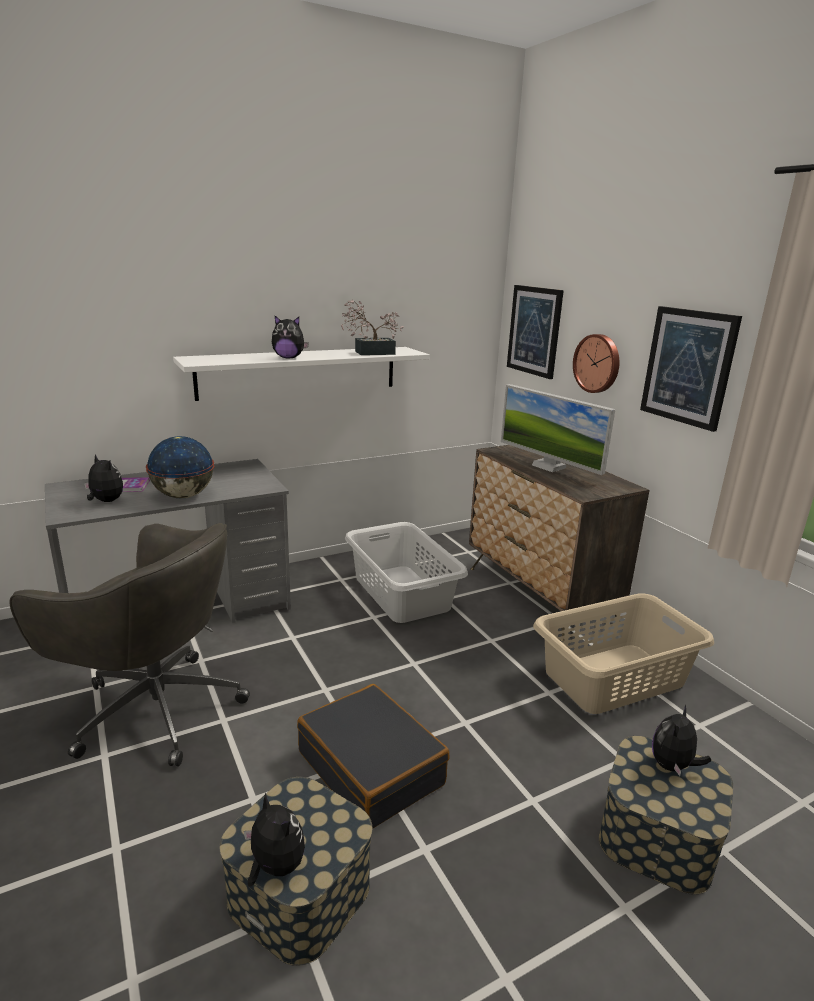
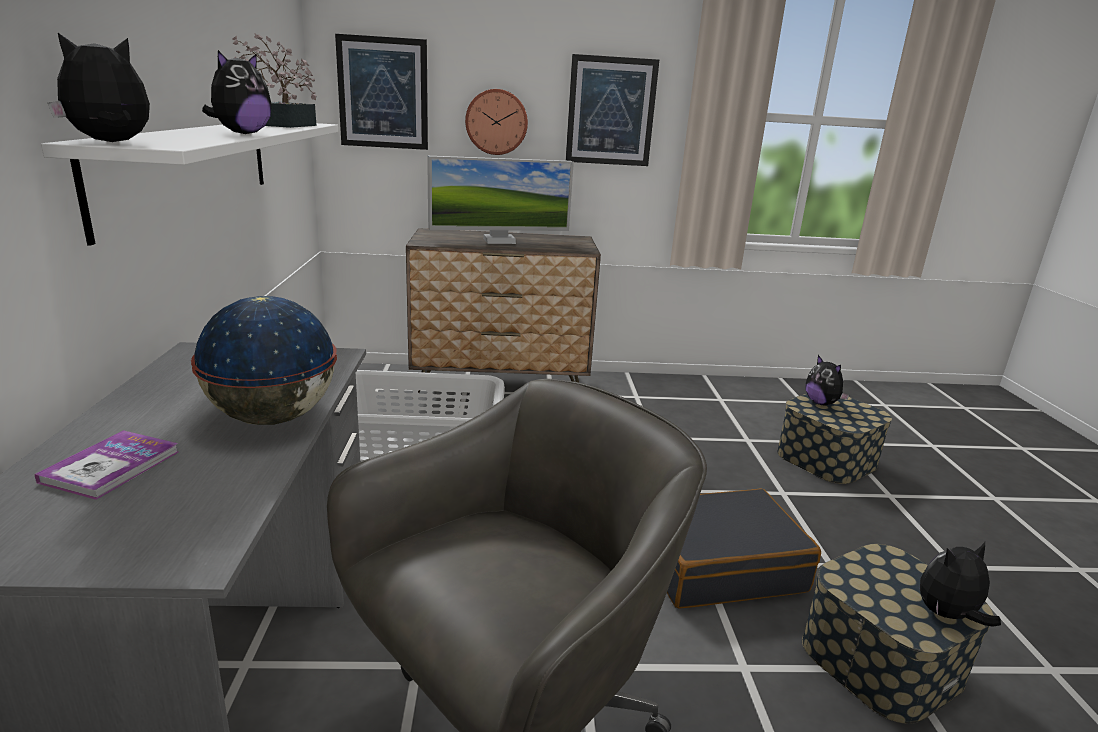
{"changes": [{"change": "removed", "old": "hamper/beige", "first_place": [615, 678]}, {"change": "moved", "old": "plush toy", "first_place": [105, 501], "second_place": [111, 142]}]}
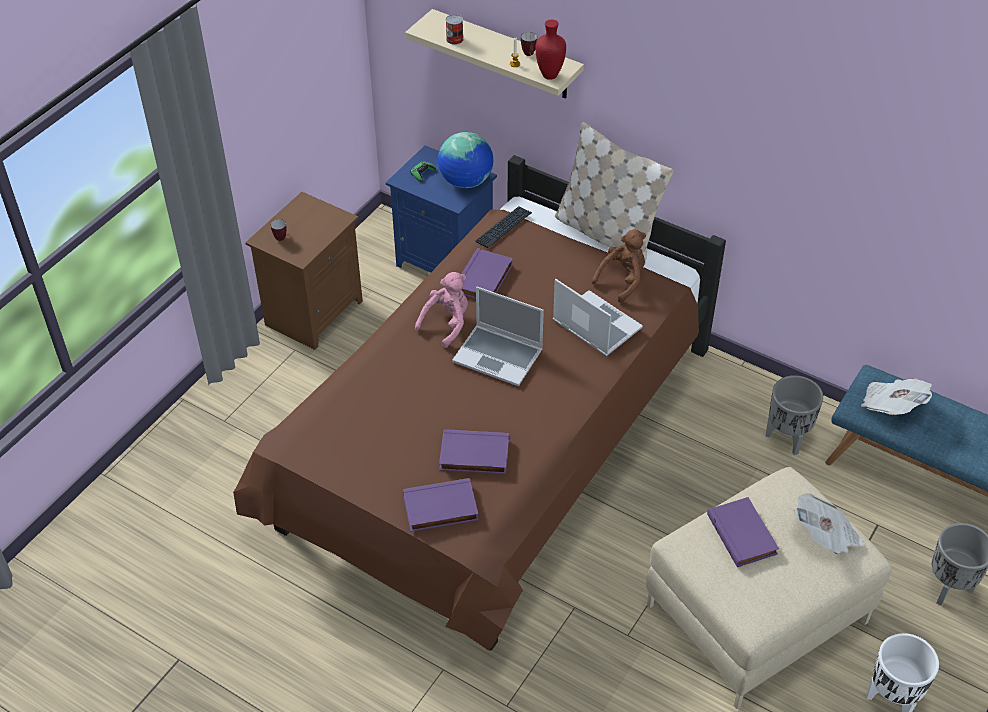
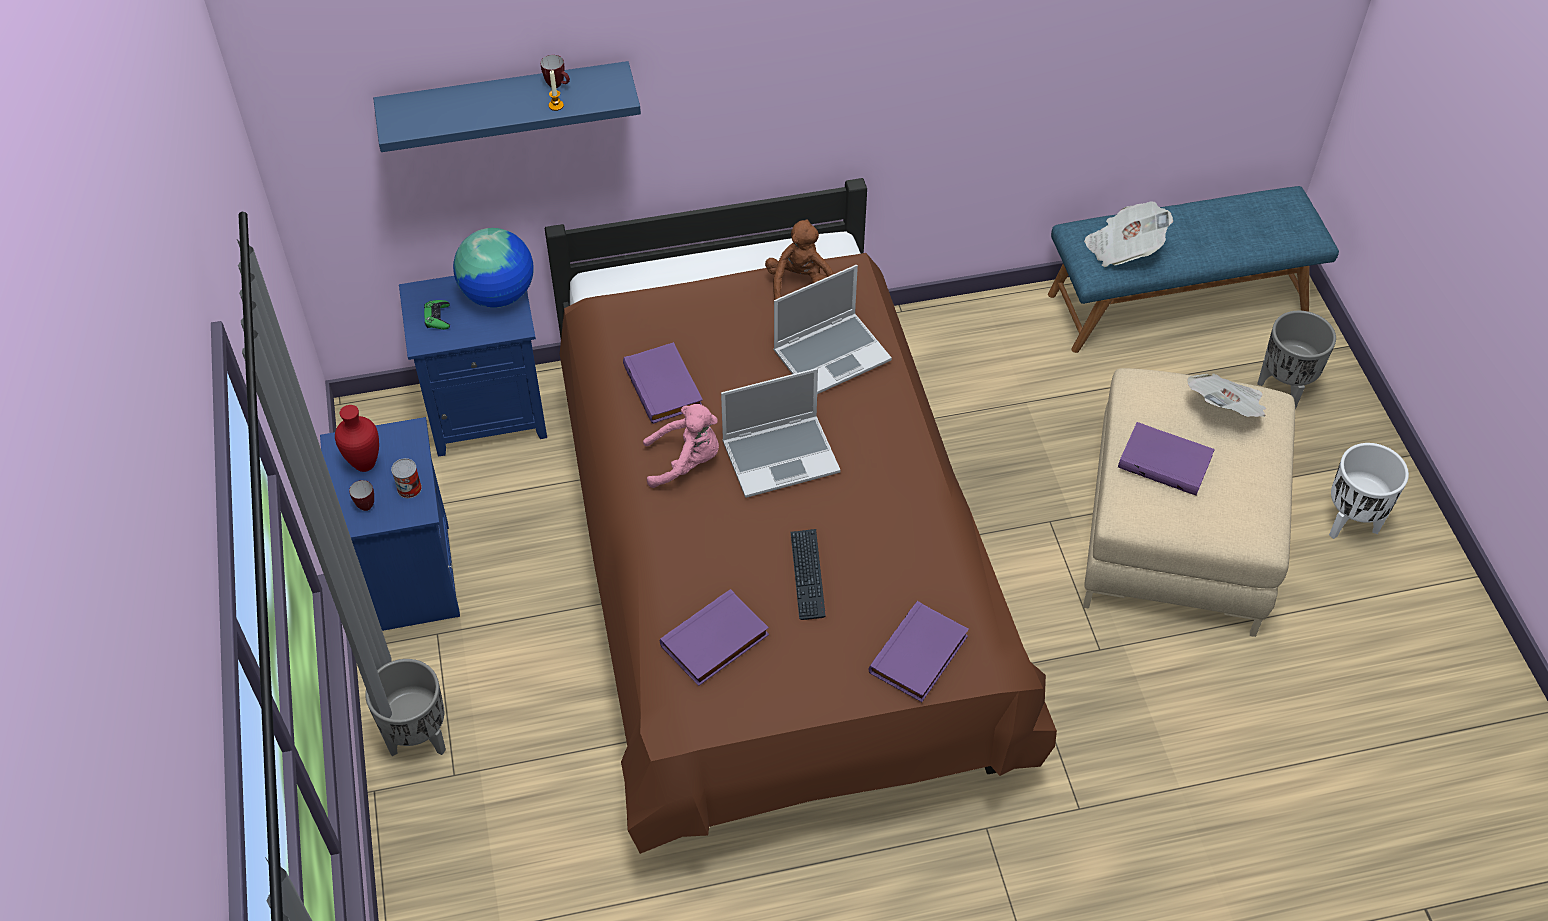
{"changes": [{"change": "removed", "old": "throw pillow/beige", "first_place": [607, 234]}, {"change": "moved", "old": "volume/purple-coloured", "first_place": [473, 456], "second_place": [715, 642]}, {"change": "moved", "old": "can", "first_place": [454, 39], "second_place": [409, 488]}, {"change": "moved", "old": "computer keyboard", "first_place": [503, 228], "second_place": [807, 575]}, {"change": "moved", "old": "decorative vase/reddish", "first_place": [550, 76], "second_place": [366, 465]}, {"change": "moved", "old": "planter/gray", "first_place": [787, 438], "second_place": [419, 738]}, {"change": "recoloured", "old": "nightstand/brownish", "new": "nightstand/bluish", "first_place": [313, 311], "second_place": [405, 575]}, {"change": "recoloured", "old": "wall shelf/beige", "new": "wall shelf/bluish", "first_place": [506, 55], "second_place": [506, 105]}, {"change": "turned", "old": "plush toy/pink", "first_place": [447, 323], "second_place": [686, 462], "degrees": 90}, {"change": "turned", "old": "laptop", "first_place": [595, 325], "second_place": [832, 355], "degrees": 150}]}
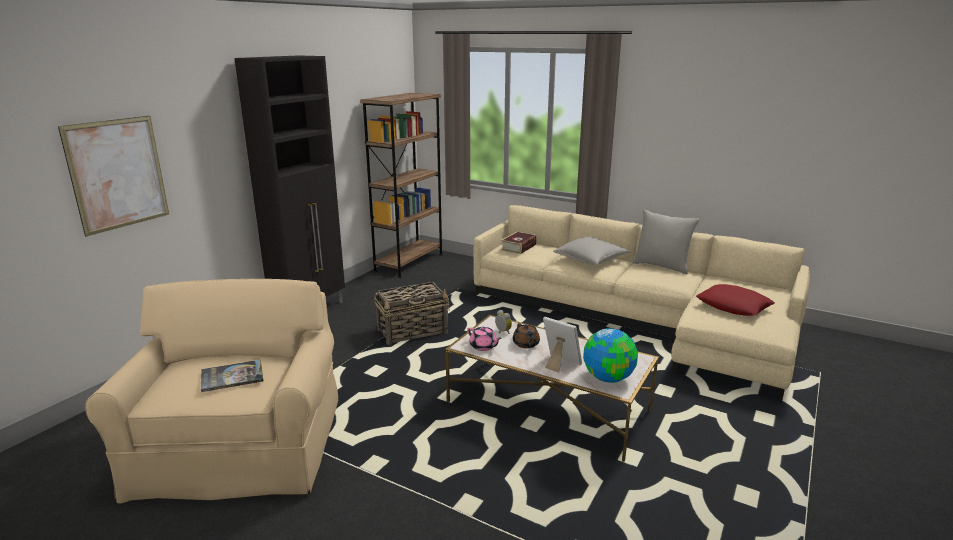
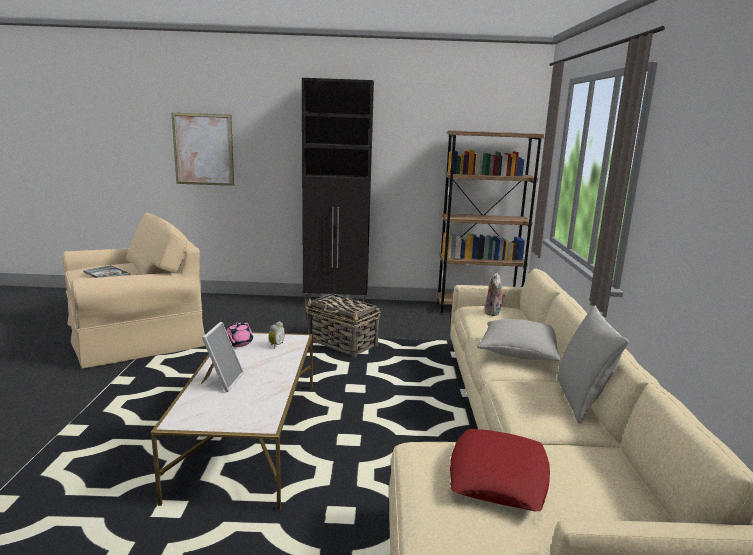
{"changes": [{"change": "removed", "old": "tea pot/brownish", "first_place": [526, 344]}, {"change": "removed", "old": "world globe", "first_place": [608, 377]}, {"change": "replaced", "old": "volume", "new": "plush toy", "first_place": [519, 247], "second_place": [493, 313]}]}
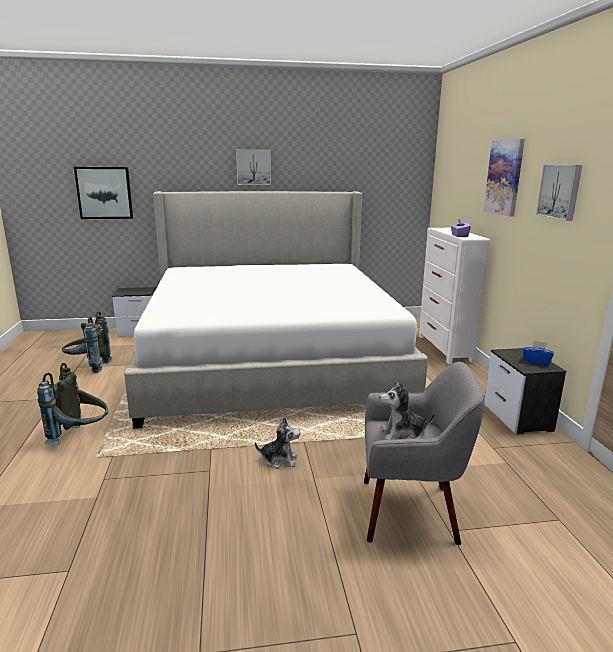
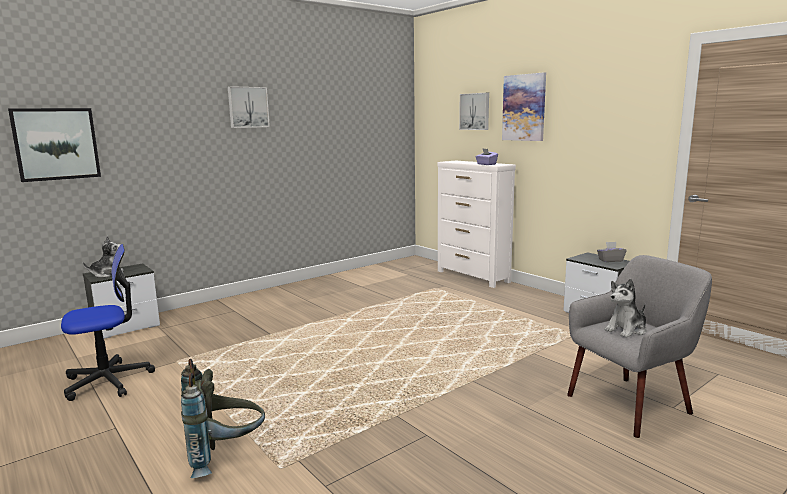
{"changes": [{"change": "removed", "old": "sleeping bed", "first_place": [270, 361]}, {"change": "moved", "old": "plush toy", "first_place": [279, 460], "second_place": [108, 274]}, {"change": "moved", "old": "wall picture", "first_place": [560, 191], "second_place": [475, 111]}, {"change": "replaced", "old": "rucksack/gray", "new": "office chair", "first_place": [88, 367], "second_place": [108, 381]}, {"change": "recoloured", "old": "tissue box/bluish", "new": "tissue box/gray", "first_place": [536, 362], "second_place": [610, 260]}]}
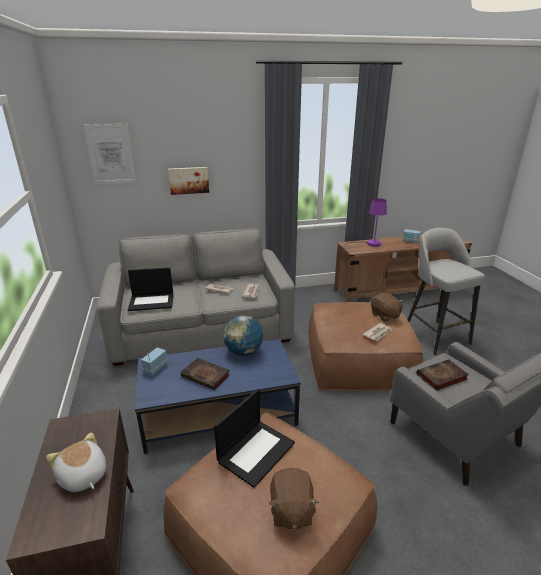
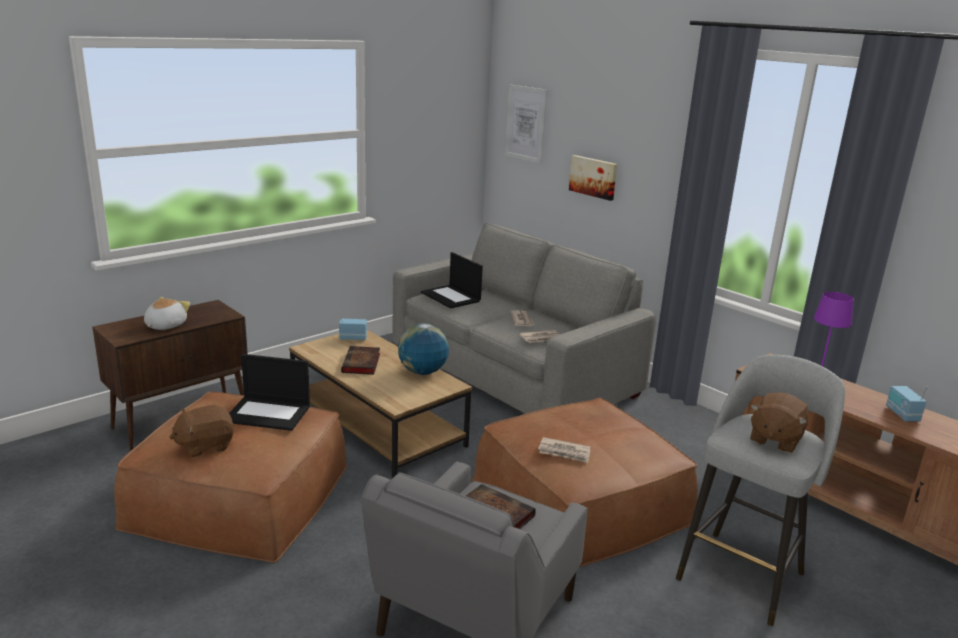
{"changes": [{"change": "moved", "old": "plush toy/brownish", "first_place": [385, 316], "second_place": [774, 439]}, {"change": "recoloured", "old": "coffee table/bluish", "new": "coffee table/brownish", "first_place": [219, 411], "second_place": [377, 424]}]}
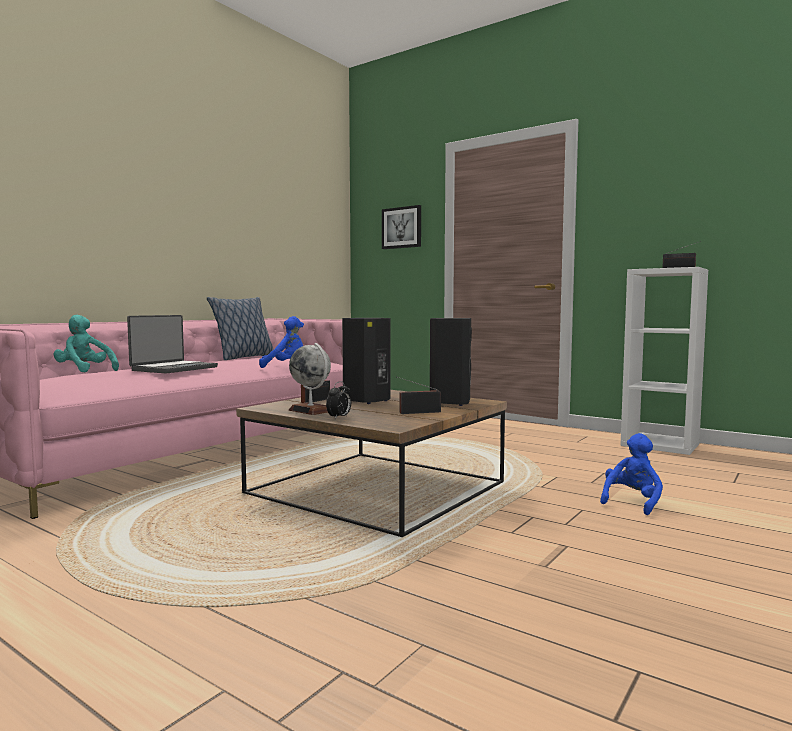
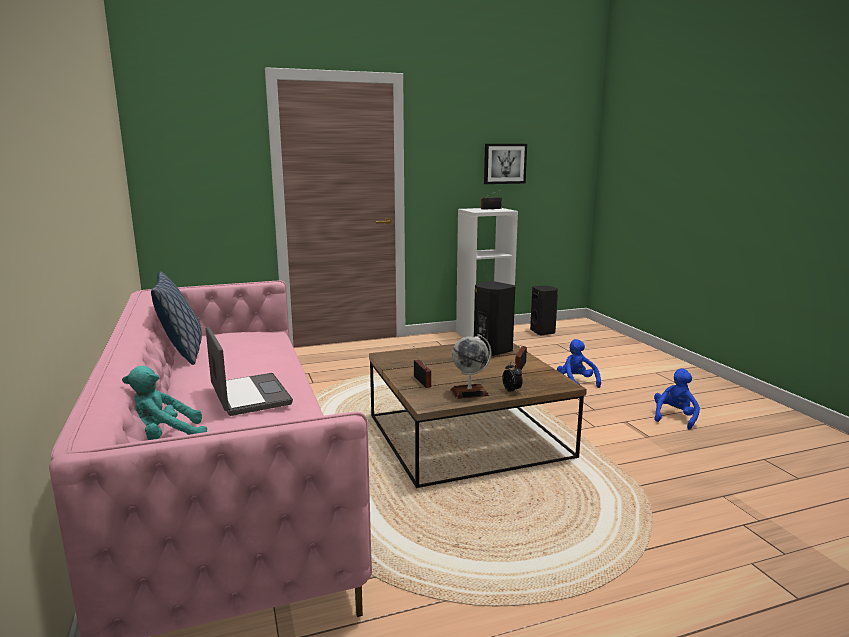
{"changes": [{"change": "moved", "old": "plush toy/bluish", "first_place": [285, 366], "second_place": [674, 417]}, {"change": "moved", "old": "speaker/black-coloured", "first_place": [368, 401], "second_place": [543, 332]}, {"change": "moved", "old": "wall picture", "first_place": [402, 227], "second_place": [504, 163]}]}
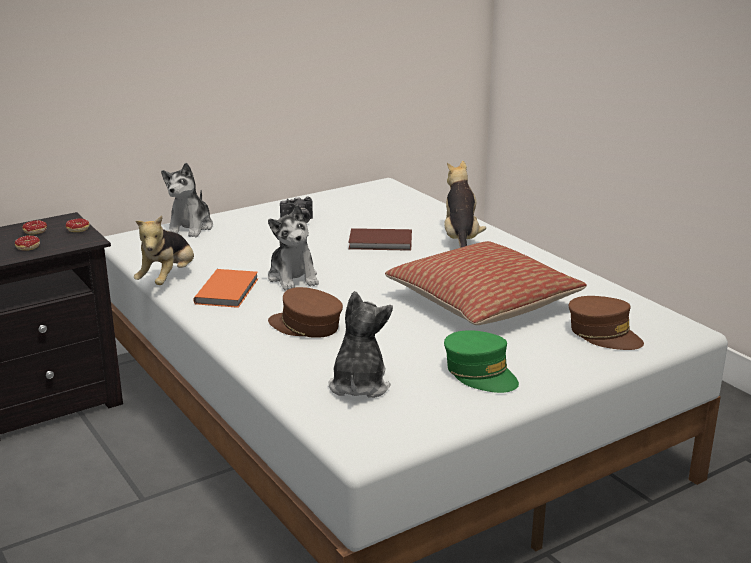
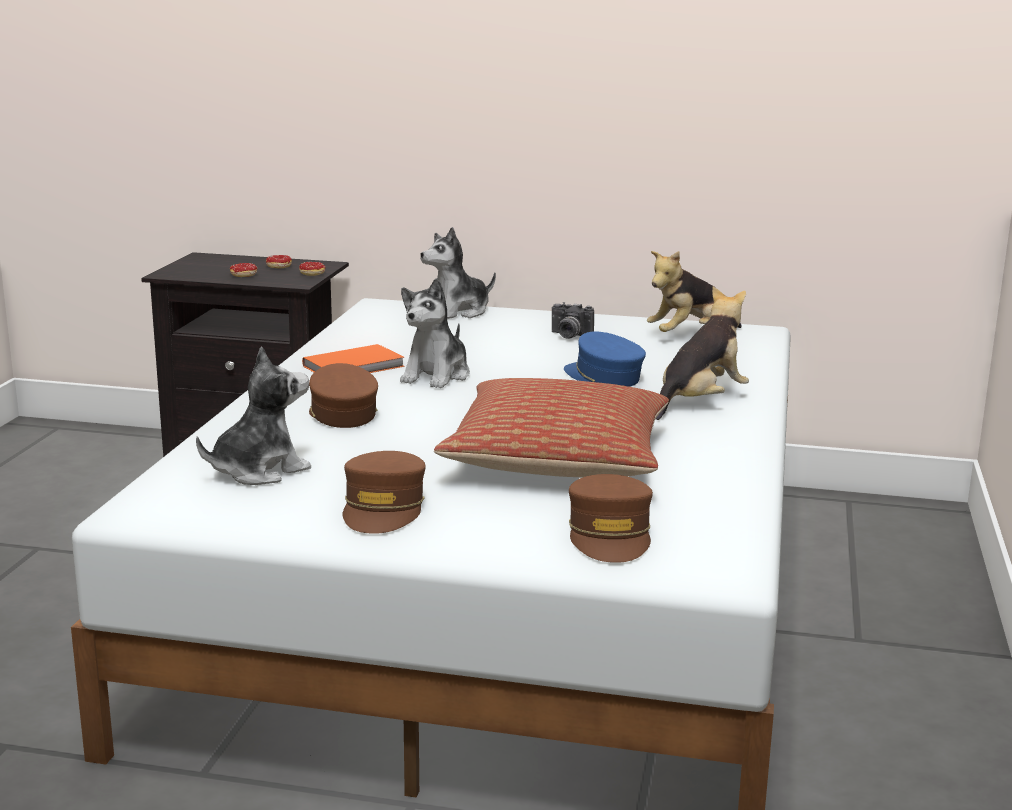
{"changes": [{"change": "moved", "old": "plush toy", "first_place": [168, 279], "second_place": [690, 335]}, {"change": "replaced", "old": "volume/brownish", "new": "peaked cap/bluish", "first_place": [381, 243], "second_place": [603, 377]}, {"change": "recoloured", "old": "peaked cap/green-coloured", "new": "peaked cap/brownish", "first_place": [480, 373], "second_place": [383, 509]}]}
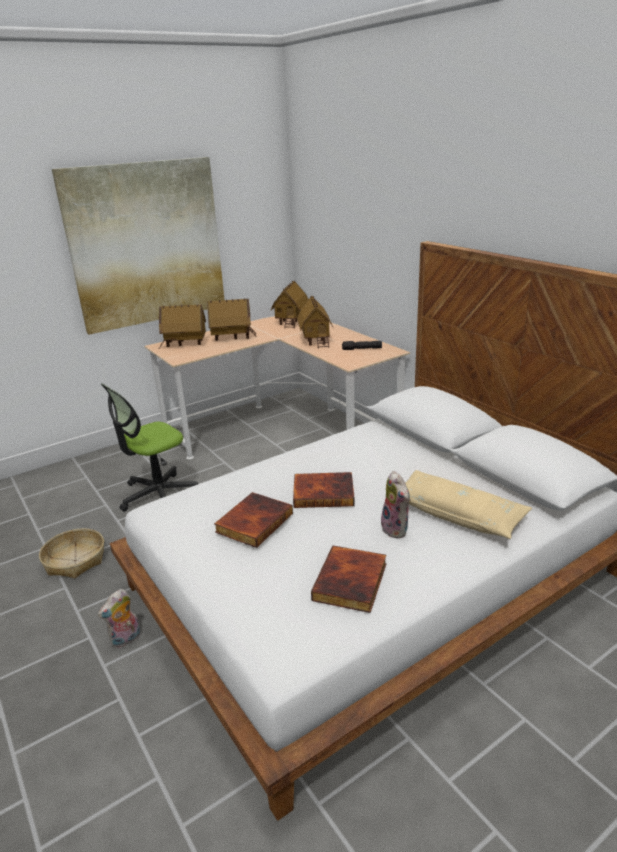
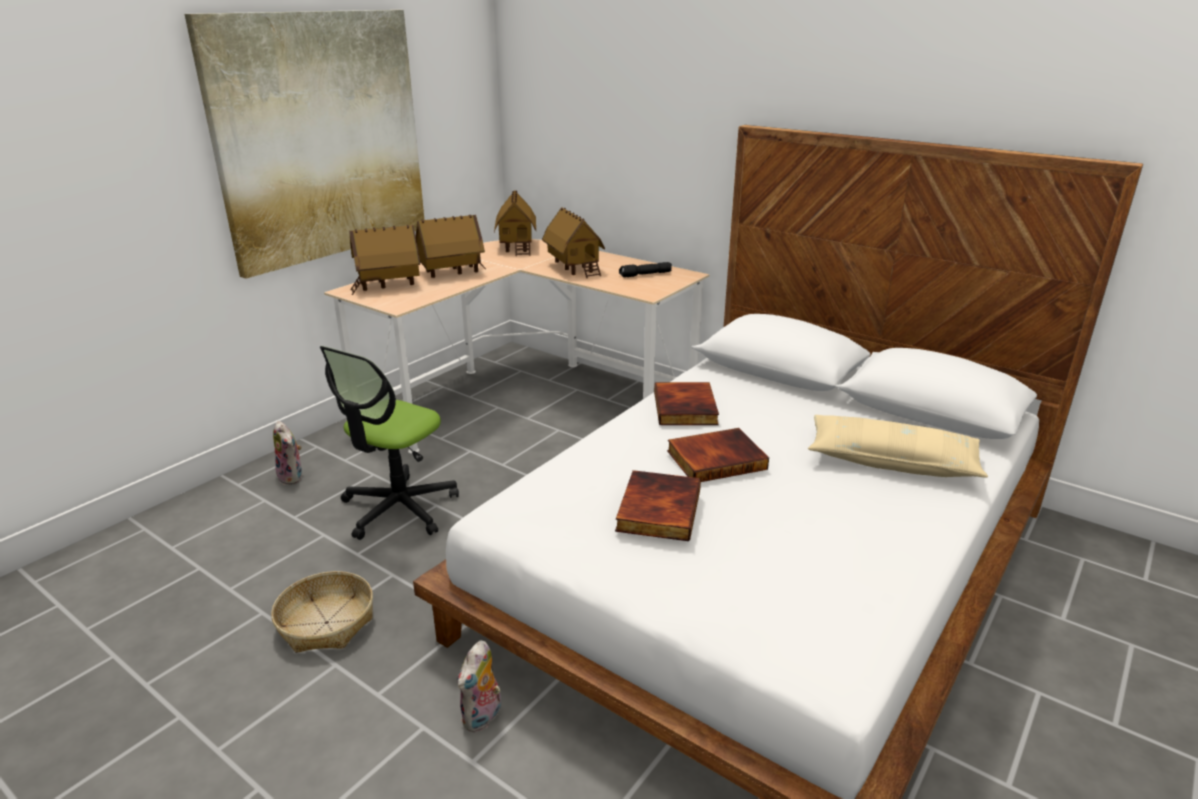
{"changes": [{"change": "moved", "old": "volume", "first_place": [351, 582], "second_place": [687, 408]}, {"change": "moved", "old": "plush toy", "first_place": [397, 529], "second_place": [293, 477]}]}
